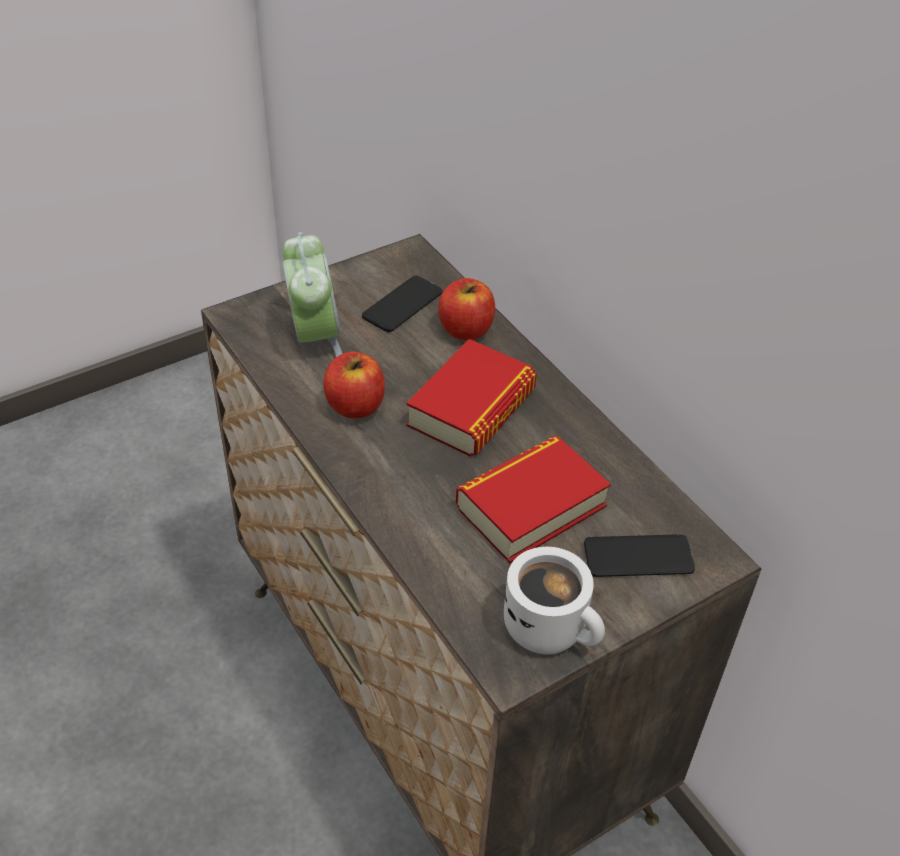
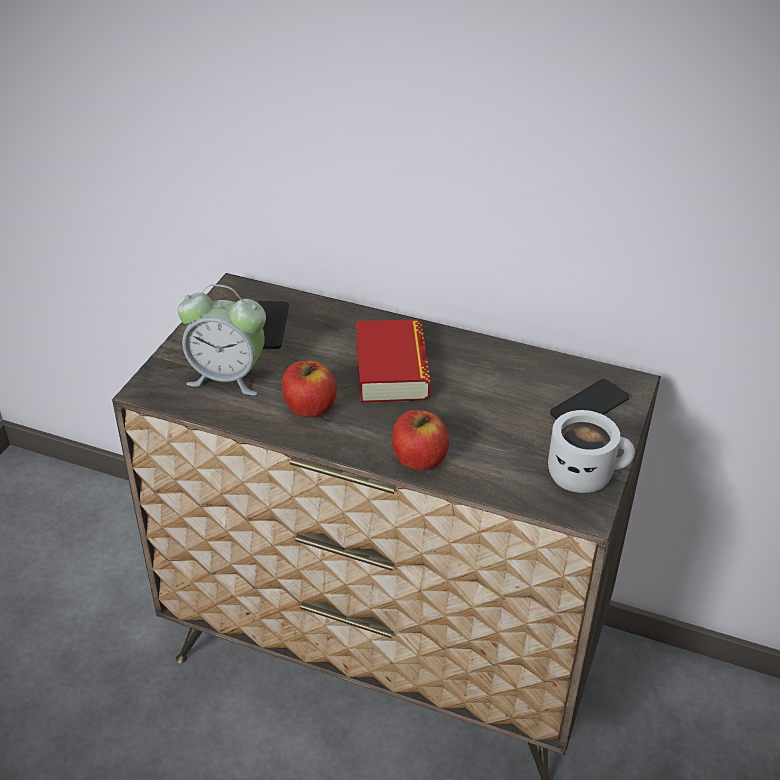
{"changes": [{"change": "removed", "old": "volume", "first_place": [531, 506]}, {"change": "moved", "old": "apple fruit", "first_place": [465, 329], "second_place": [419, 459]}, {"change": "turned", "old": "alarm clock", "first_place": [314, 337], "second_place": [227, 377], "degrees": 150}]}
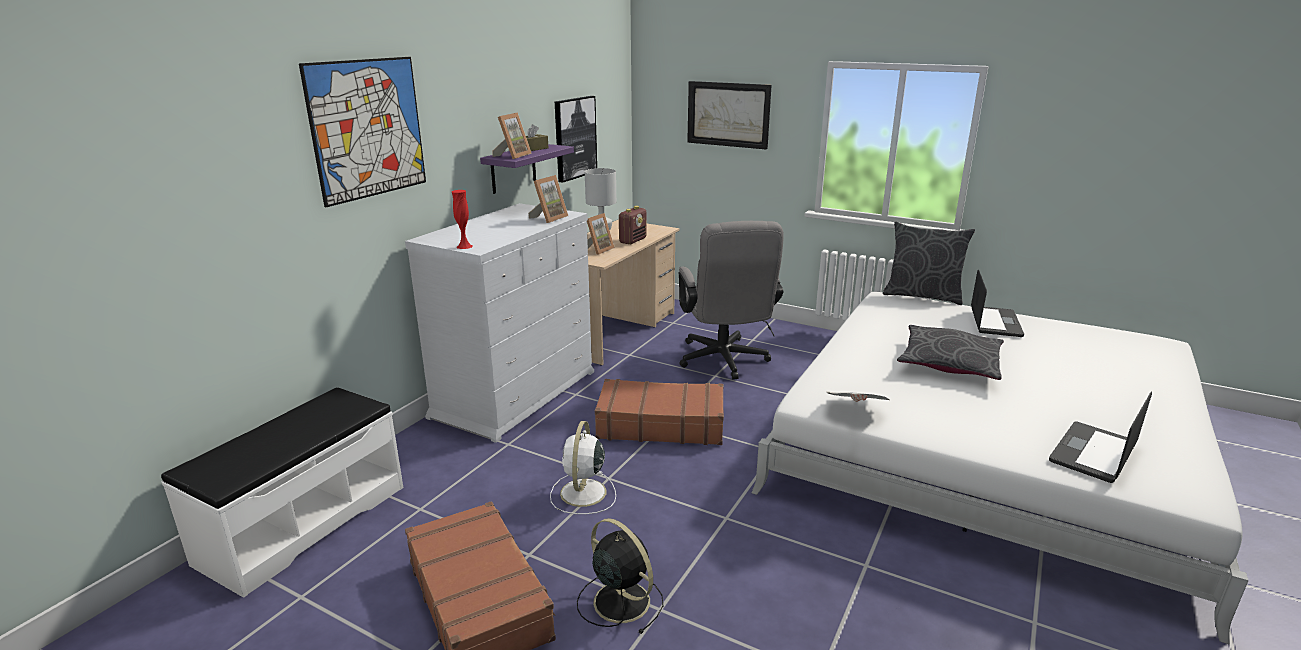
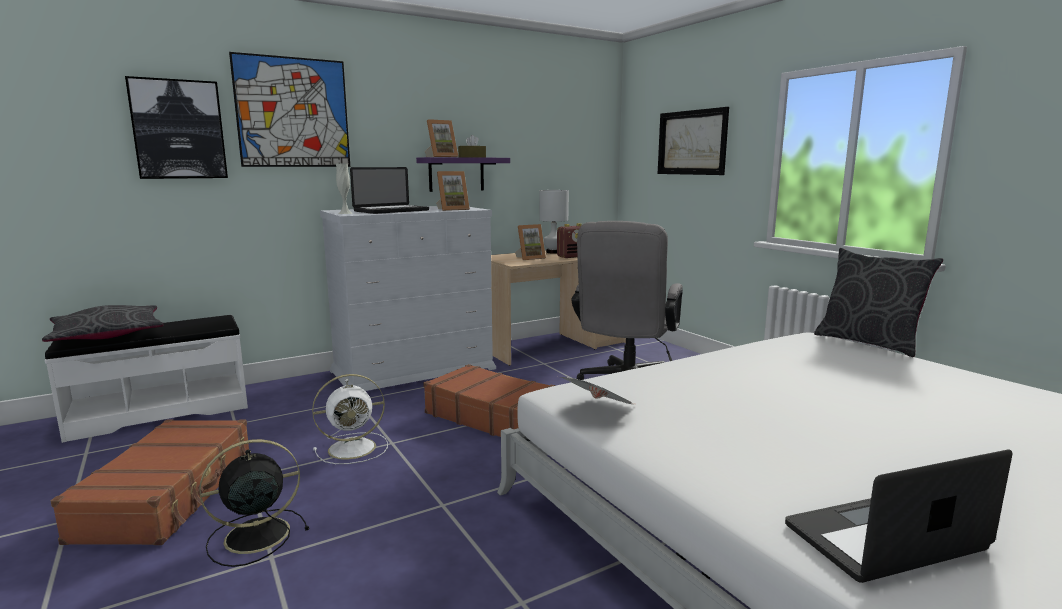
{"changes": [{"change": "moved", "old": "wall picture", "first_place": [574, 138], "second_place": [178, 129]}, {"change": "moved", "old": "throw pillow/gray", "first_place": [949, 363], "second_place": [107, 335]}, {"change": "moved", "old": "laptop", "first_place": [995, 322], "second_place": [391, 211]}, {"change": "recoloured", "old": "decorative vase/reddish", "new": "decorative vase/white-coloured", "first_place": [464, 246], "second_place": [345, 213]}, {"change": "turned", "old": "cooling fan/white-coloured", "first_place": [583, 494], "second_place": [354, 448], "degrees": -150}, {"change": "turned", "old": "cooling fan/black-coloured", "first_place": [619, 600], "second_place": [254, 536], "degrees": -105}]}
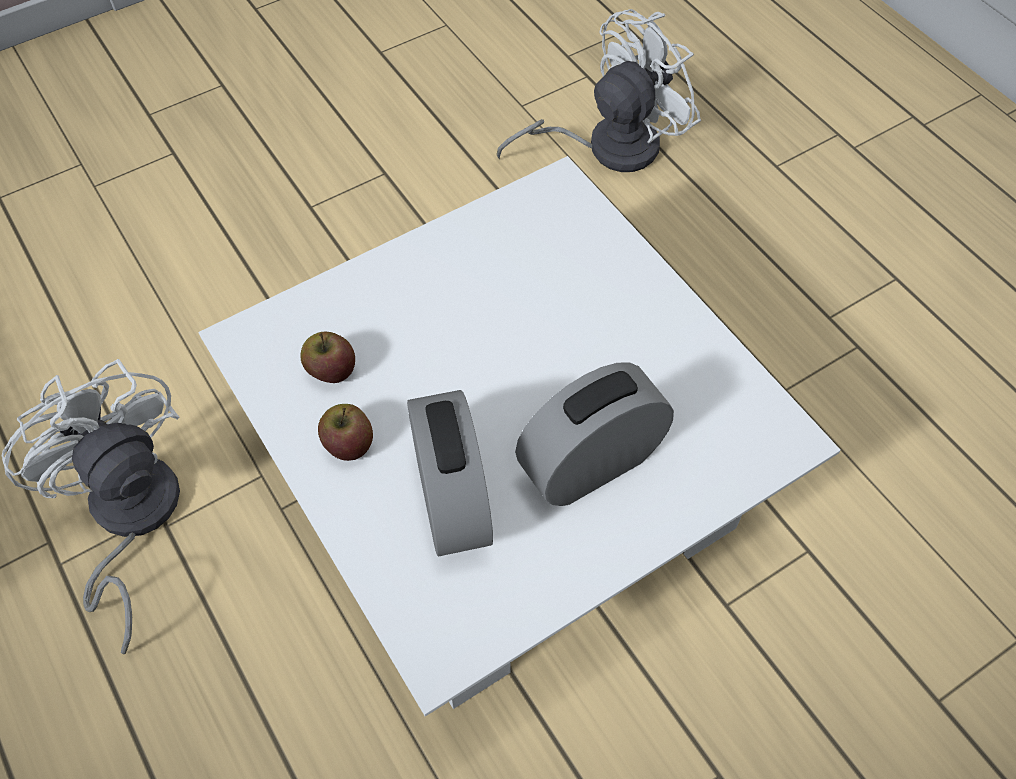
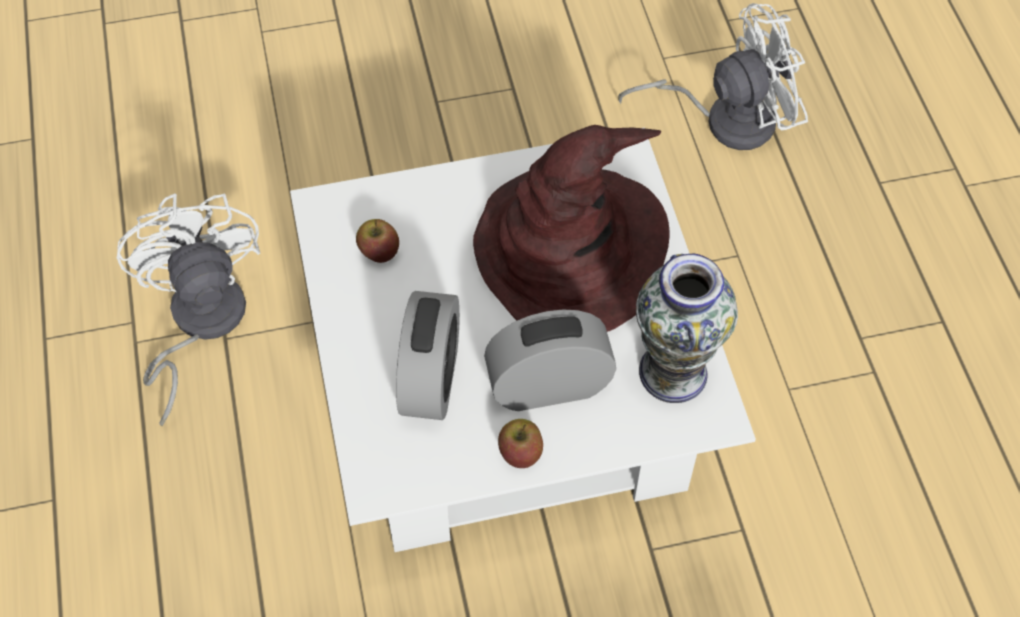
{"changes": [{"change": "added", "new": "hat/brownish", "second_place": [571, 251]}, {"change": "added", "new": "decorative vase", "second_place": [672, 372]}, {"change": "moved", "old": "apple fruit", "first_place": [348, 444], "second_place": [520, 452]}]}
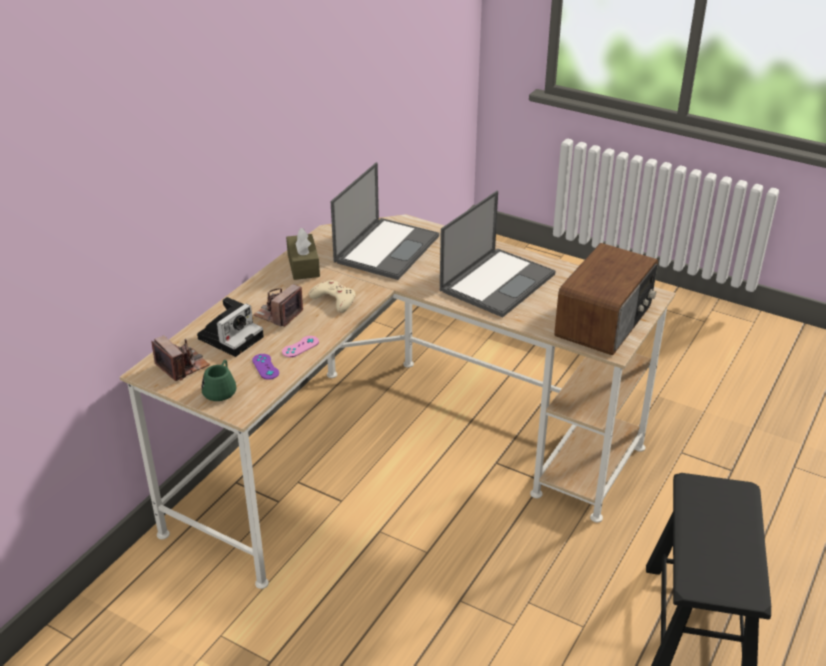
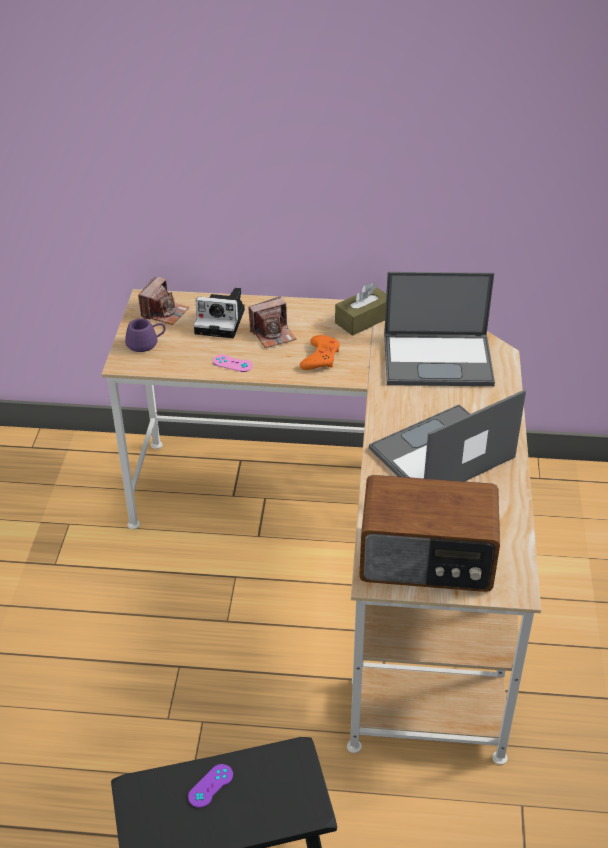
{"changes": [{"change": "moved", "old": "gamepad/purple-coloured", "first_place": [265, 367], "second_place": [210, 786]}, {"change": "recoloured", "old": "tea mug/green-coloured", "new": "tea mug/purple-coloured", "first_place": [221, 389], "second_place": [146, 343]}, {"change": "recoloured", "old": "gamepad/beige", "new": "gamepad/orangey", "first_place": [334, 300], "second_place": [320, 357]}, {"change": "turned", "old": "still camera", "first_place": [278, 314], "second_place": [273, 334], "degrees": 150}, {"change": "turned", "old": "laptop", "first_place": [498, 281], "second_place": [441, 454], "degrees": 135}]}
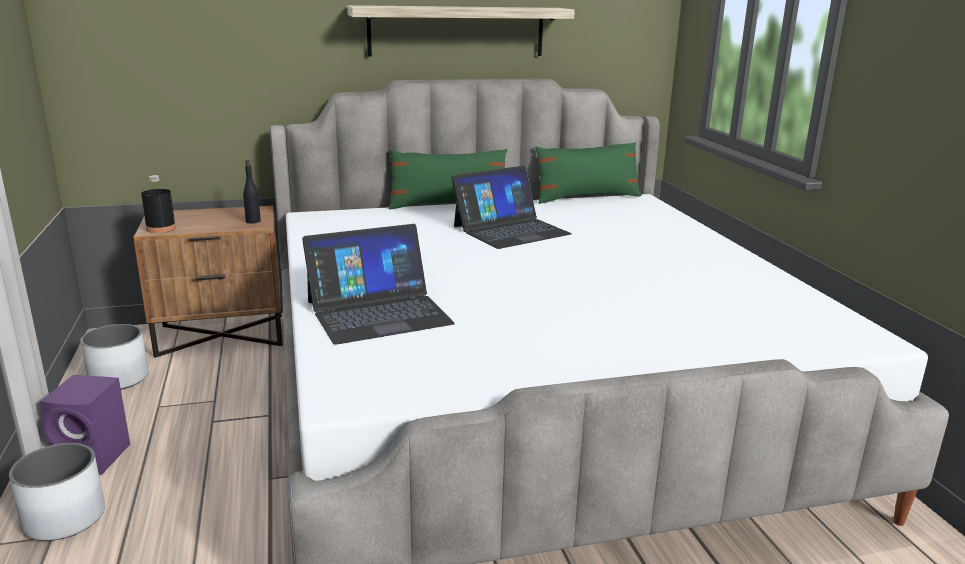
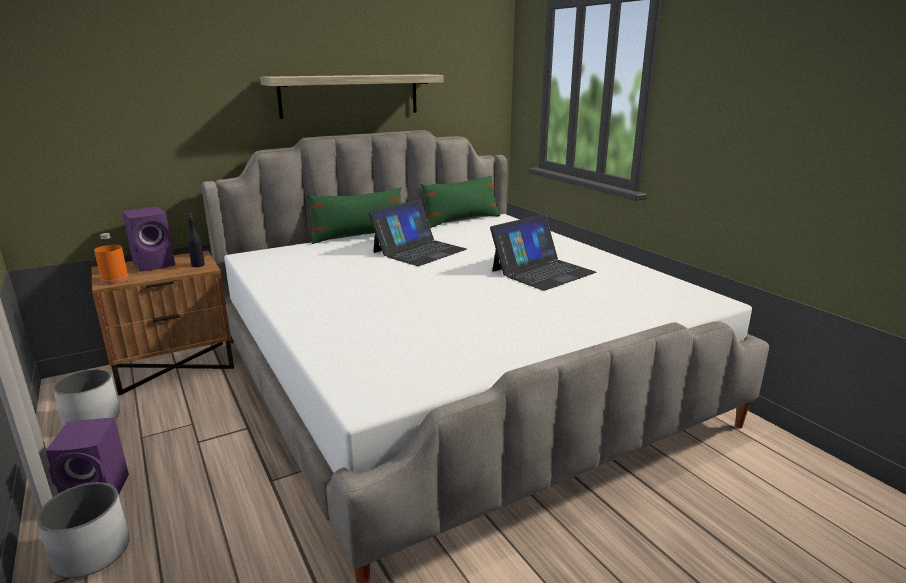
{"changes": [{"change": "added", "new": "speaker/purple-coloured", "second_place": [155, 264]}, {"change": "moved", "old": "laptop", "first_place": [378, 312], "second_place": [542, 271]}, {"change": "recoloured", "old": "beverage bottle/black-coloured", "new": "beverage bottle/orangey", "first_place": [161, 228], "second_place": [115, 280]}]}
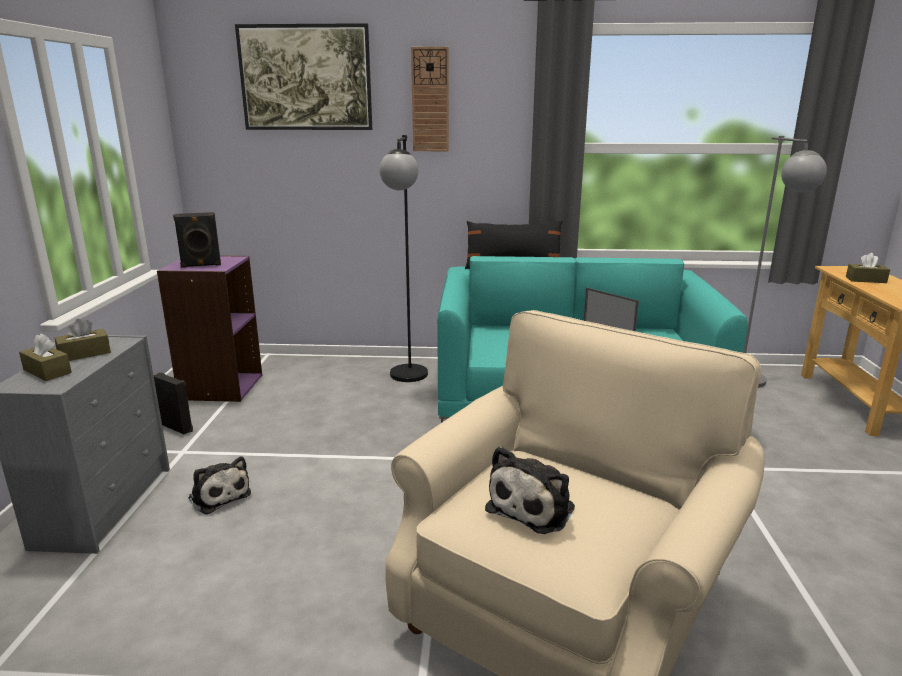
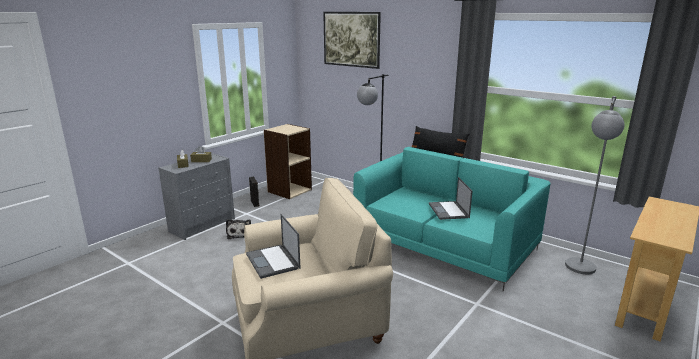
{"changes": [{"change": "removed", "old": "speaker/black-coloured", "first_place": [201, 265]}, {"change": "removed", "old": "wall clock", "first_place": [430, 100]}, {"change": "removed", "old": "tissue box/brownish", "first_place": [865, 280]}, {"change": "replaced", "old": "plush toy", "new": "laptop", "first_place": [534, 507], "second_place": [273, 261]}, {"change": "recoloured", "old": "bookcase/purple-coloured", "new": "bookcase/beige", "first_place": [220, 387], "second_place": [289, 190]}]}
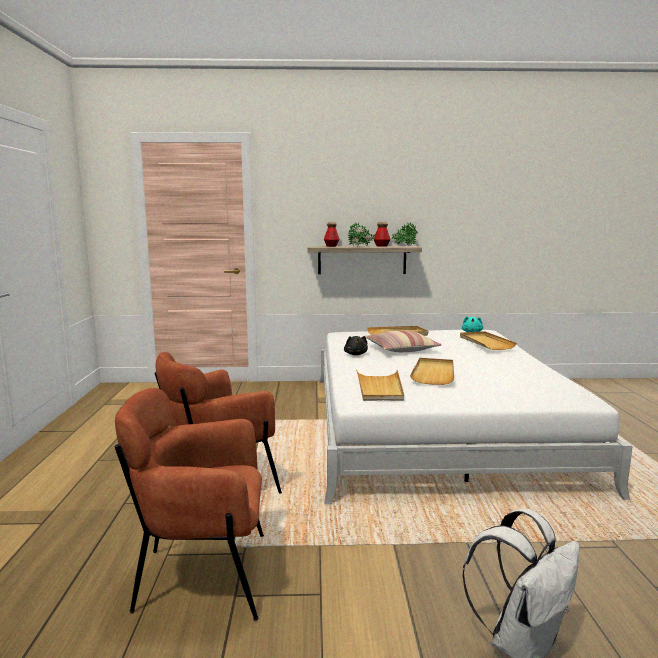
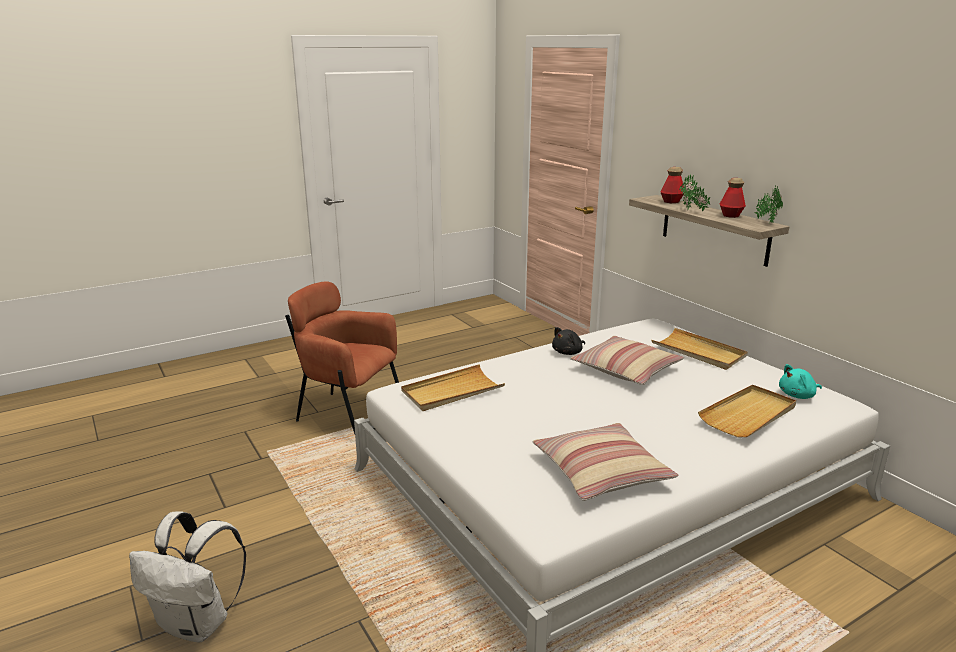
{"changes": [{"change": "removed", "old": "easy chair/brownish", "first_place": [202, 576]}, {"change": "removed", "old": "tray/beige", "first_place": [434, 373]}, {"change": "added", "new": "throw pillow", "second_place": [601, 472]}]}
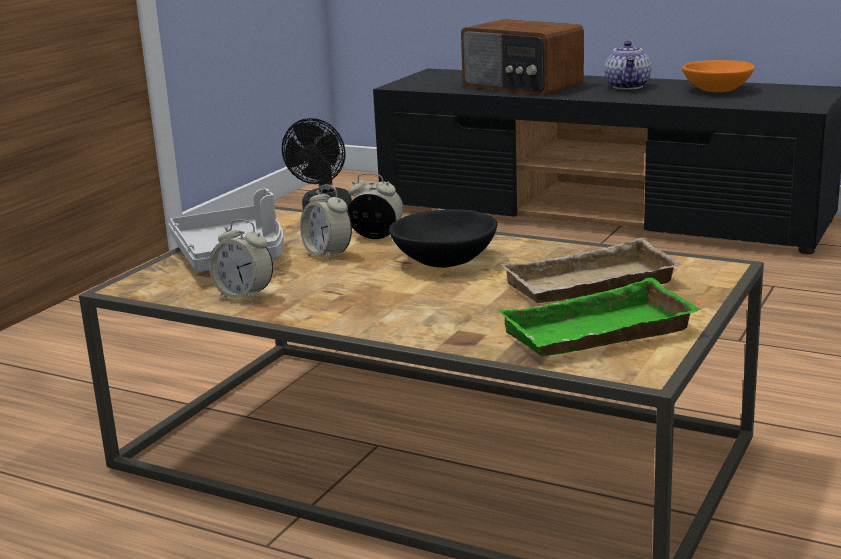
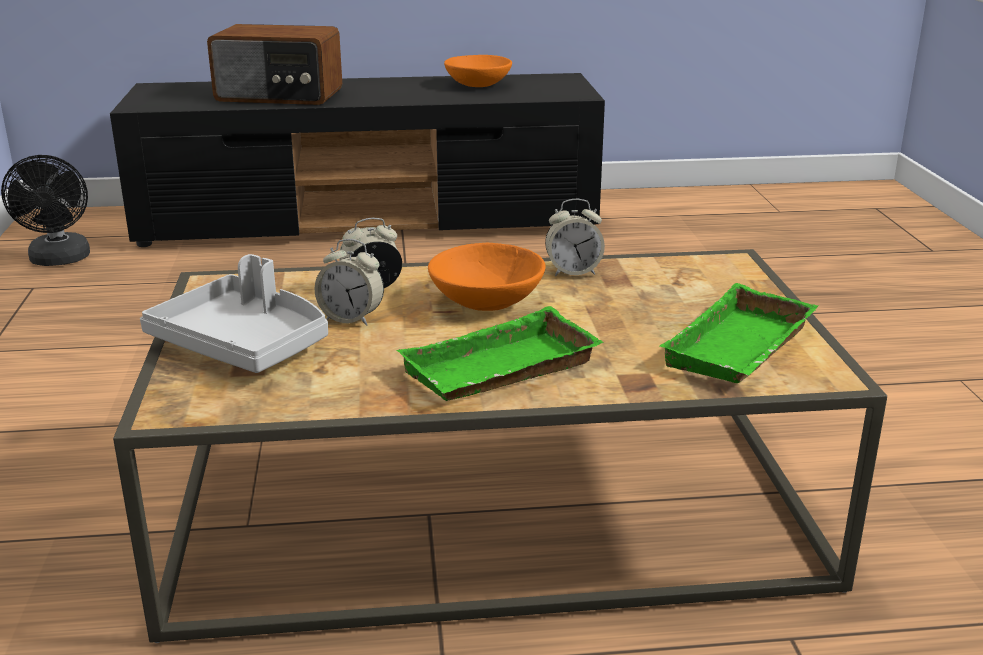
{"changes": [{"change": "removed", "old": "tray/beige", "first_place": [590, 286]}, {"change": "removed", "old": "tea pot", "first_place": [628, 86]}, {"change": "added", "new": "tray/green-coloured", "second_place": [501, 371]}, {"change": "moved", "old": "alarm clock", "first_place": [244, 295], "second_place": [573, 272]}, {"change": "recoloured", "old": "deep dish/black-coloured", "new": "deep dish/orangey", "first_place": [445, 261], "second_place": [487, 302]}]}
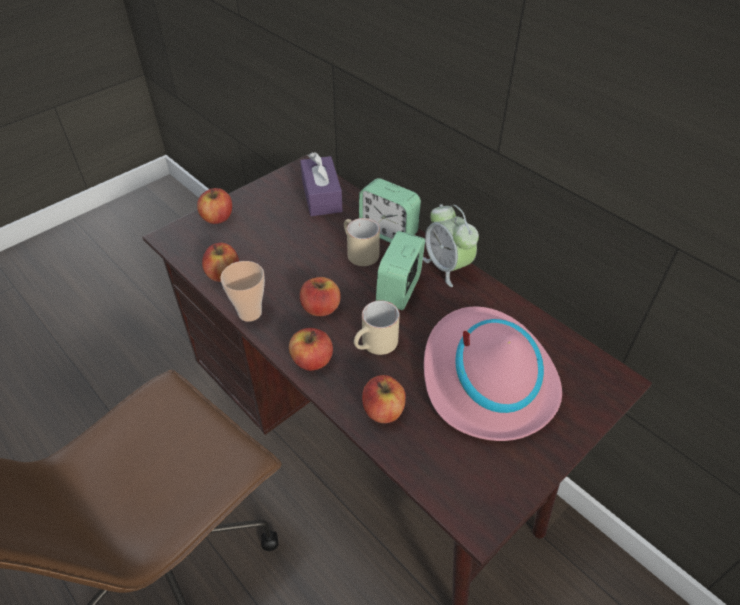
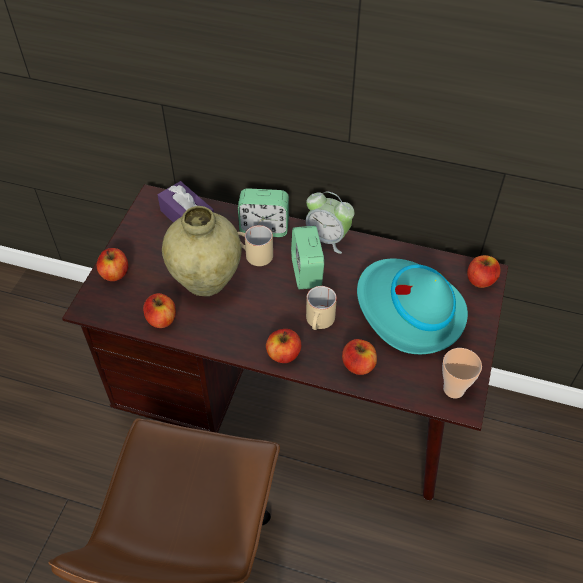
{"changes": [{"change": "added", "new": "decorative vase/beige", "second_place": [206, 281]}, {"change": "moved", "old": "drinking cup", "first_place": [250, 313], "second_place": [453, 389]}, {"change": "moved", "old": "apple fruit", "first_place": [321, 308], "second_place": [480, 280]}, {"change": "recoloured", "old": "hat/pink", "new": "hat/turquoise-coloured", "first_place": [486, 379], "second_place": [409, 311]}]}
